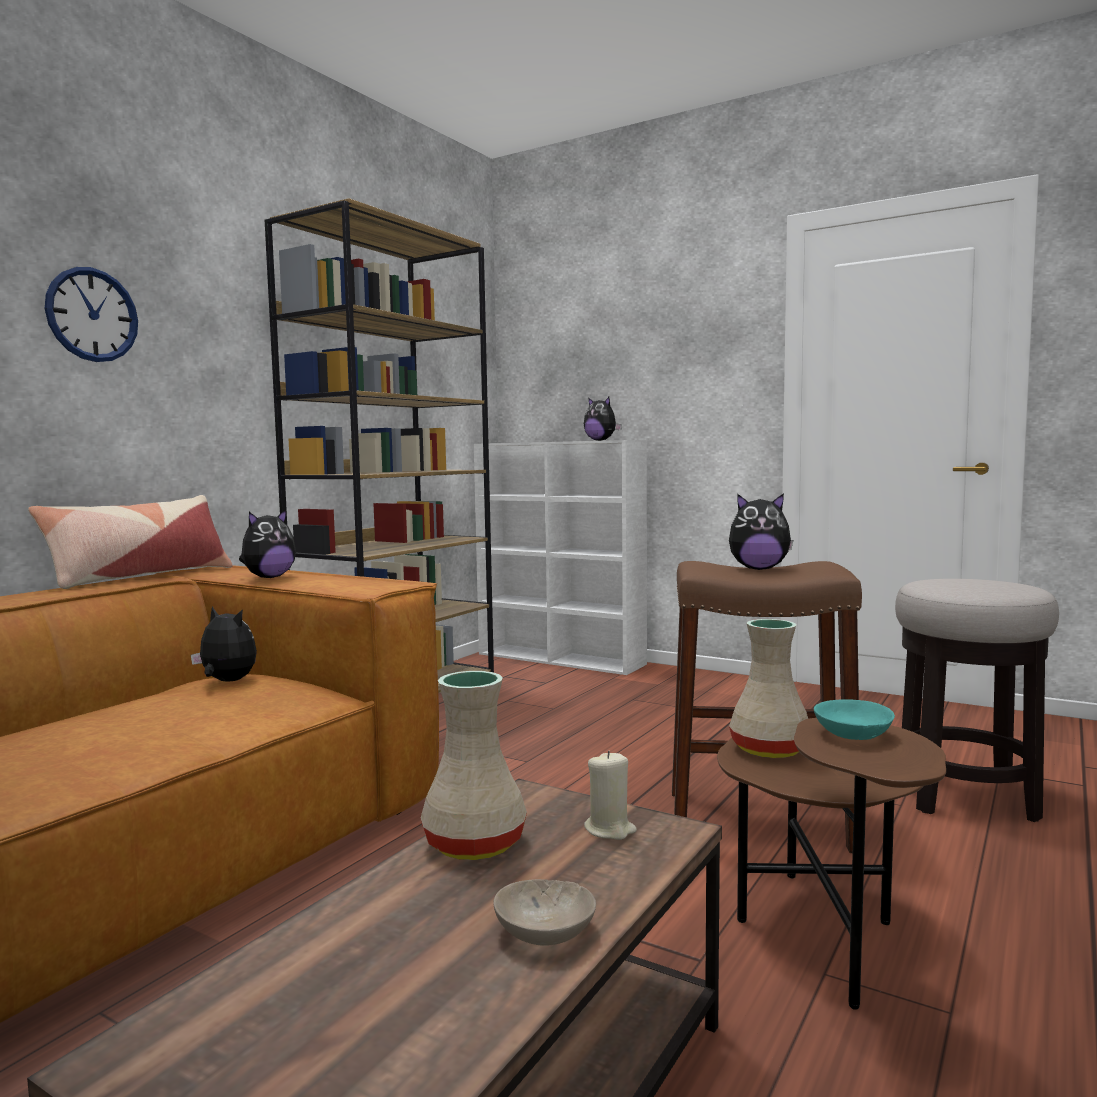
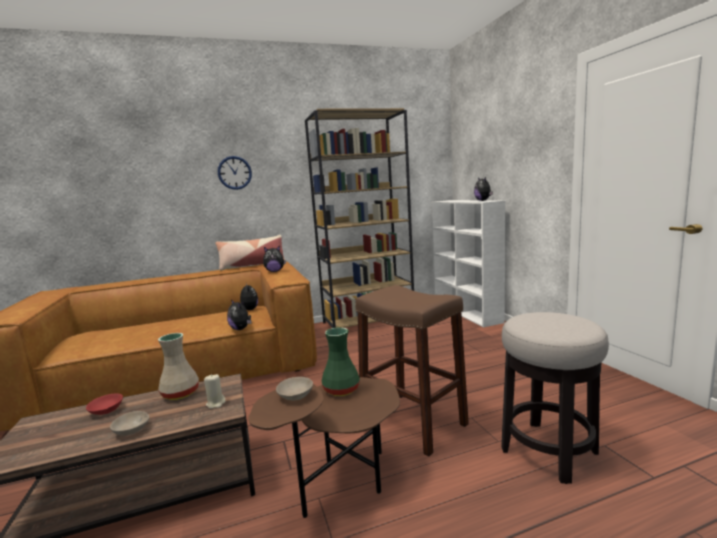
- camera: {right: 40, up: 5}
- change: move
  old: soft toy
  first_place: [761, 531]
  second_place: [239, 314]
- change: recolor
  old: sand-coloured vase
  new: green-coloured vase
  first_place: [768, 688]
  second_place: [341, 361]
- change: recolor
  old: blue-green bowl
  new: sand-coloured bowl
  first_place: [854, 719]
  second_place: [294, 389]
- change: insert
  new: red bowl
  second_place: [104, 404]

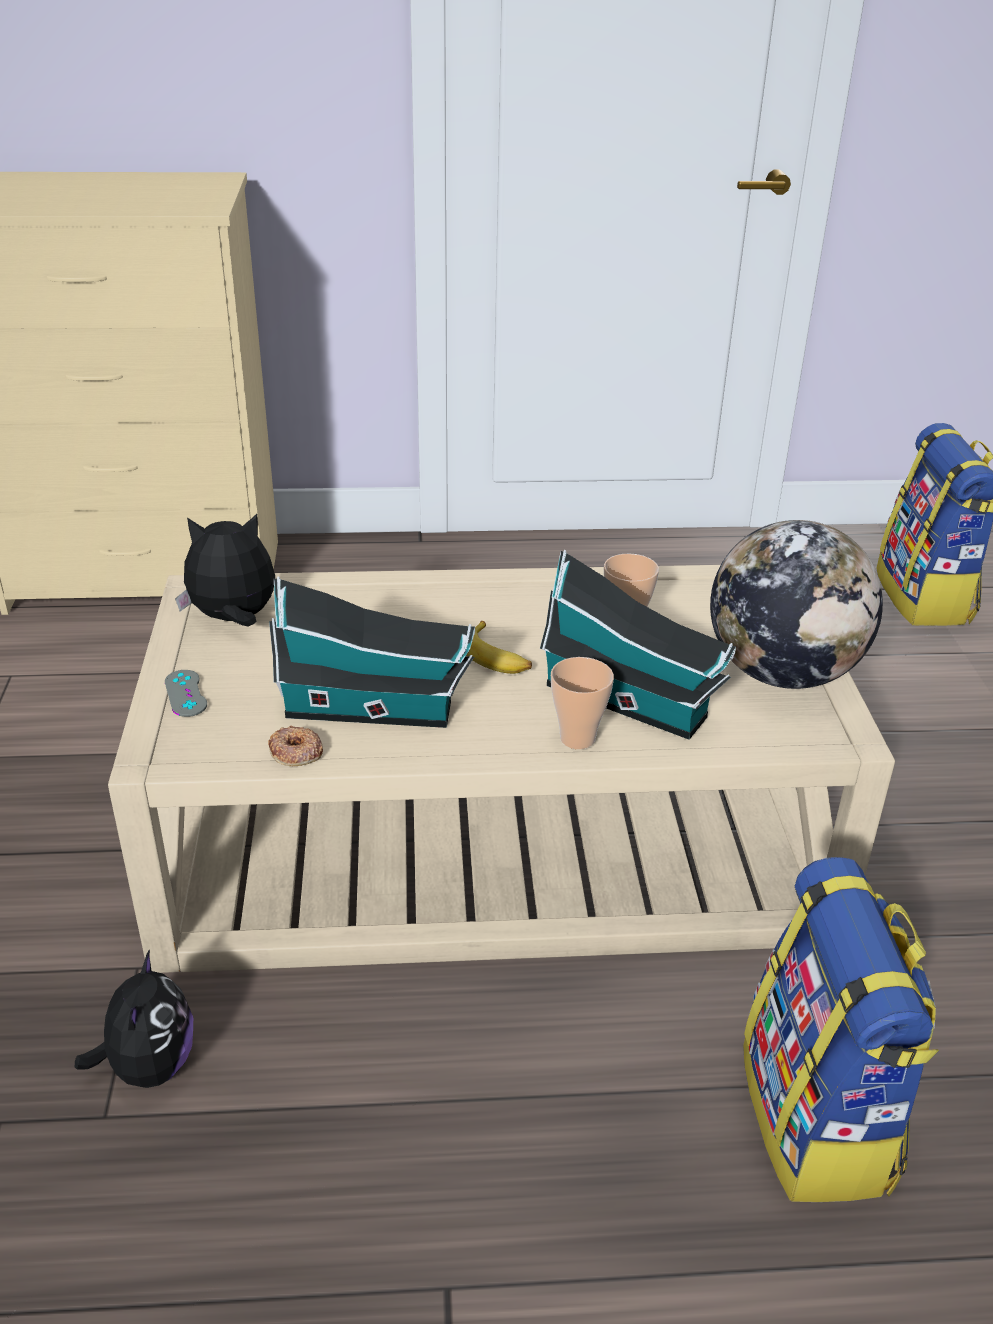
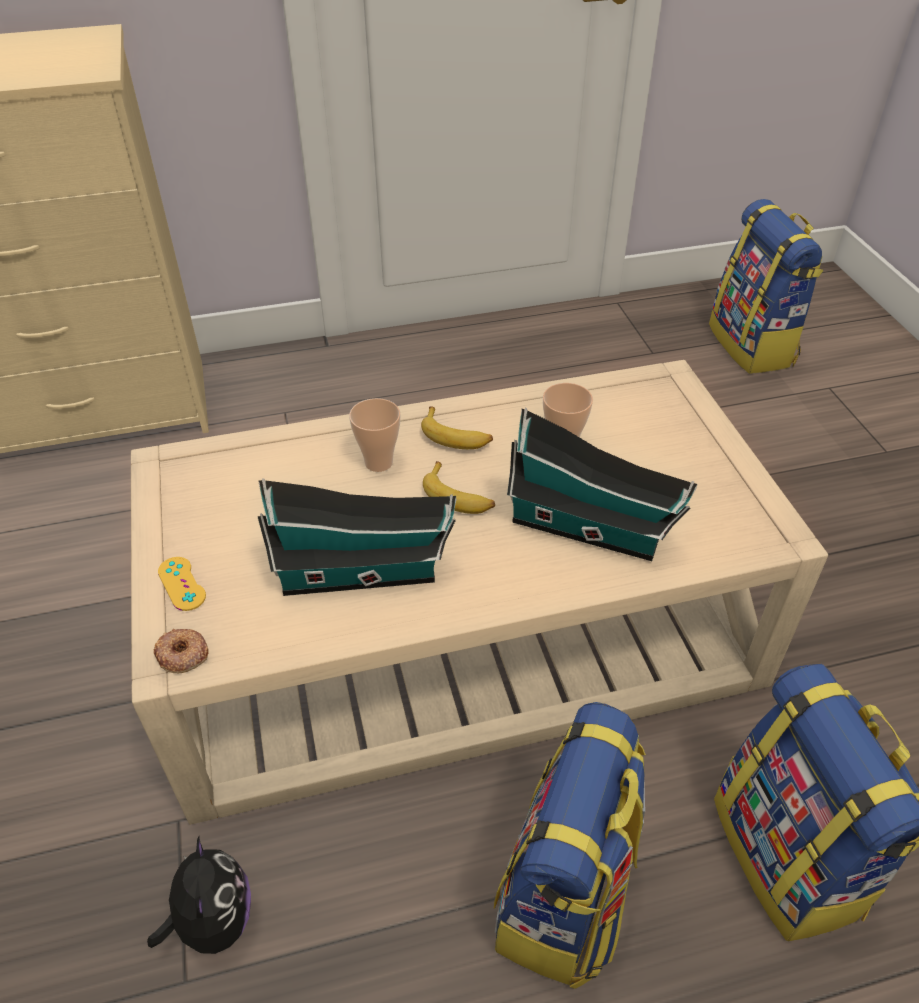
- camera: {right: -10, up: 10}
- change: recolor
  old: greyish gamepad
  new: yellowish gamepad
  first_place: [186, 693]
  second_place: [182, 584]
- change: delete
  old: soft toy
  first_place: [225, 570]
- change: move
  old: doughnut
  first_place: [295, 745]
  second_place: [181, 651]
- change: move
  old: cup
  first_place: [582, 703]
  second_place: [374, 435]
- change: delete
  old: world globe
  first_place: [796, 604]
- change: insert
  new: banana
  second_place: [457, 428]
- change: insert
  new: backpack
  second_place: [570, 845]

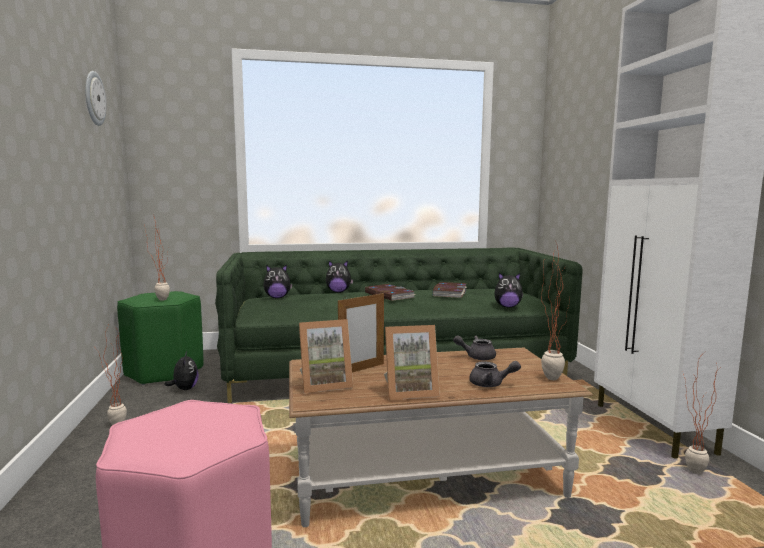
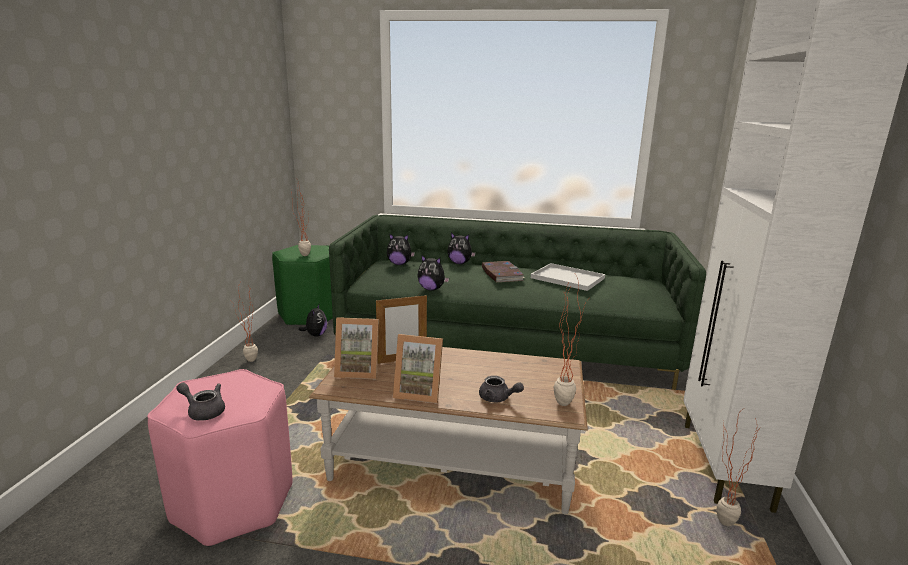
- camera: {right: 20, up: 10}
- change: delete
  old: hanging clock
  first_place: [95, 98]
- change: replace
  old: book
  new: whitish tray
  first_place: [449, 290]
  second_place: [568, 277]
- change: move
  old: greyish teapot
  first_place: [474, 347]
  second_place: [200, 401]
- change: move
  old: soft toy
  first_place: [508, 290]
  second_place: [433, 273]

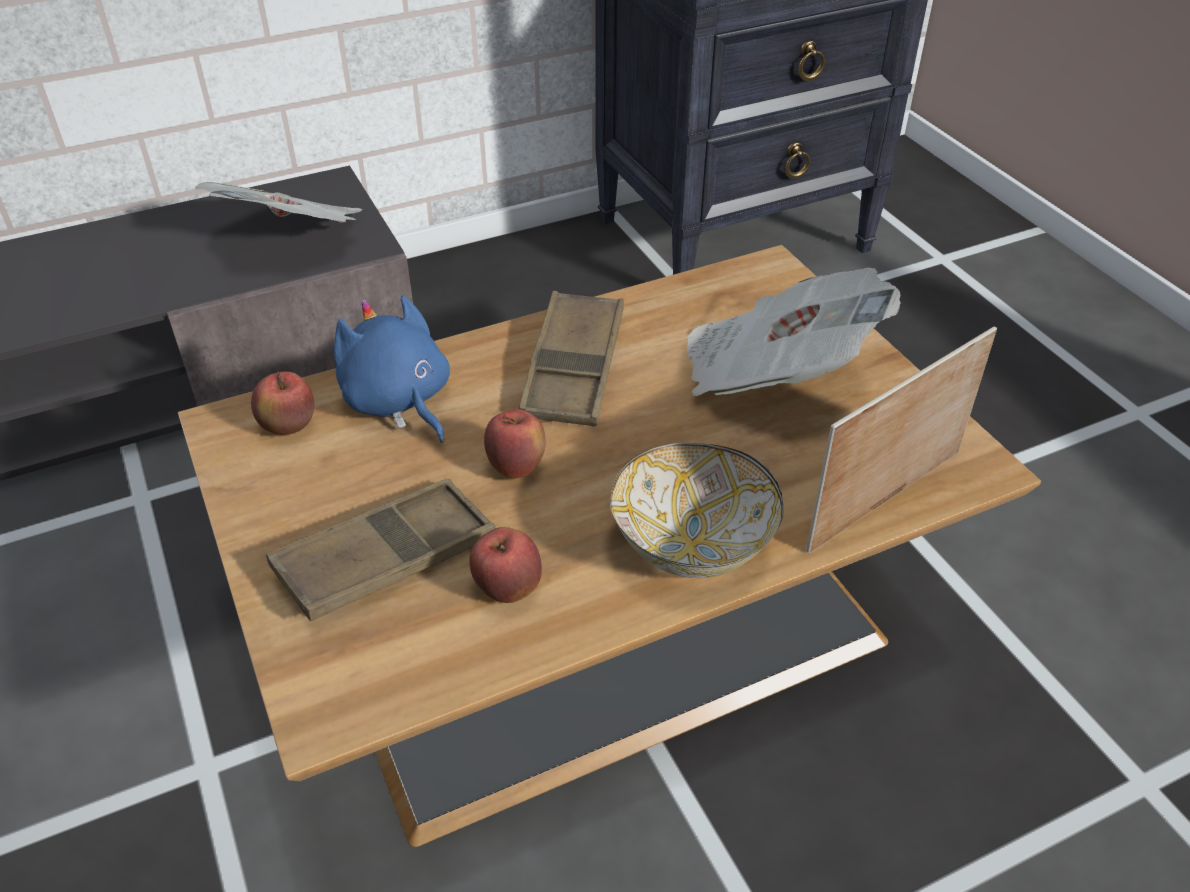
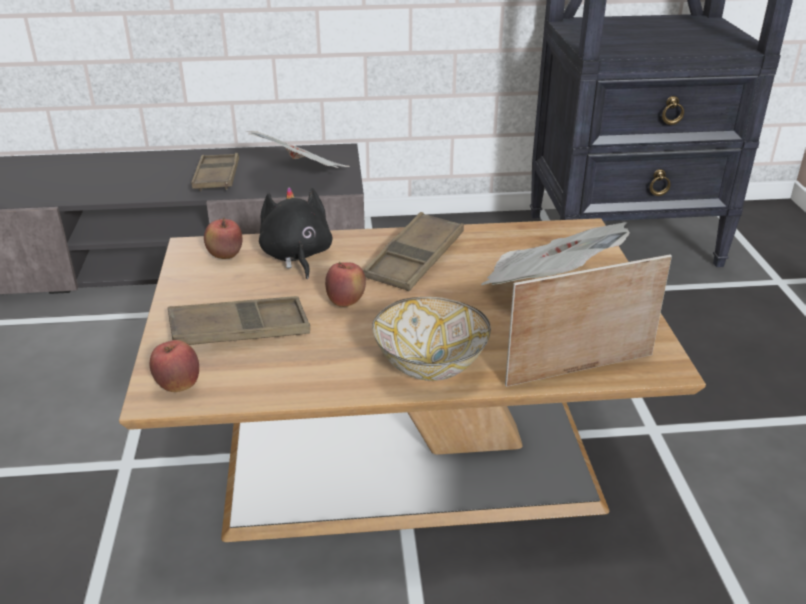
- camera: {right: 20, up: -10}
- change: recolor
  old: bluish soft toy
  new: blackish soft toy
  first_place: [392, 369]
  second_place: [296, 233]
- change: move
  old: apple fruit
  first_place: [505, 565]
  second_place: [174, 366]
- change: insert
  new: brownish tray
  second_place: [215, 172]

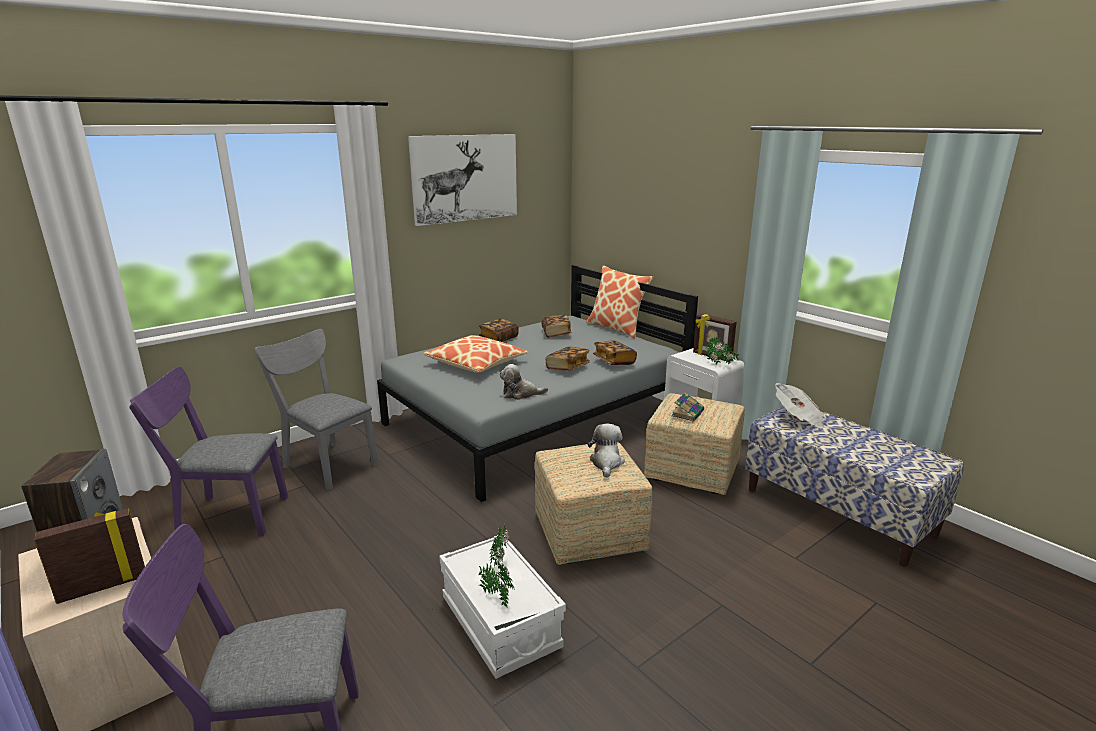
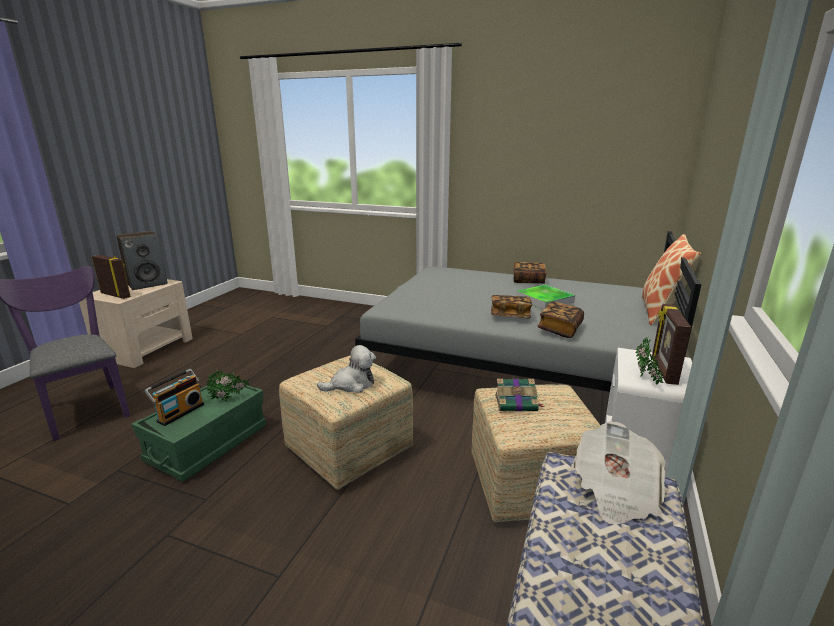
- camera: {right: 60, up: 0}
- change: delete
  old: purplish upright chair
  first_place: [208, 451]
- change: delete
  old: greyish upright chair
  first_place: [316, 409]
- change: delete
  old: wall picture
  first_place: [462, 180]
- change: delete
  old: cushion
  first_place: [475, 354]
- change: recolor
  old: whitish storage bin
  new: green-coloured storage bin
  first_place: [502, 607]
  second_place: [199, 429]
- change: replace
  old: houseplant
  new: radio set
  first_place: [496, 583]
  second_place: [174, 397]
- change: delete
  old: soft toy
  first_place: [524, 382]
- change: delete
  old: book
  first_place: [556, 326]
- change: insert
  new: tray
  second_place: [545, 297]

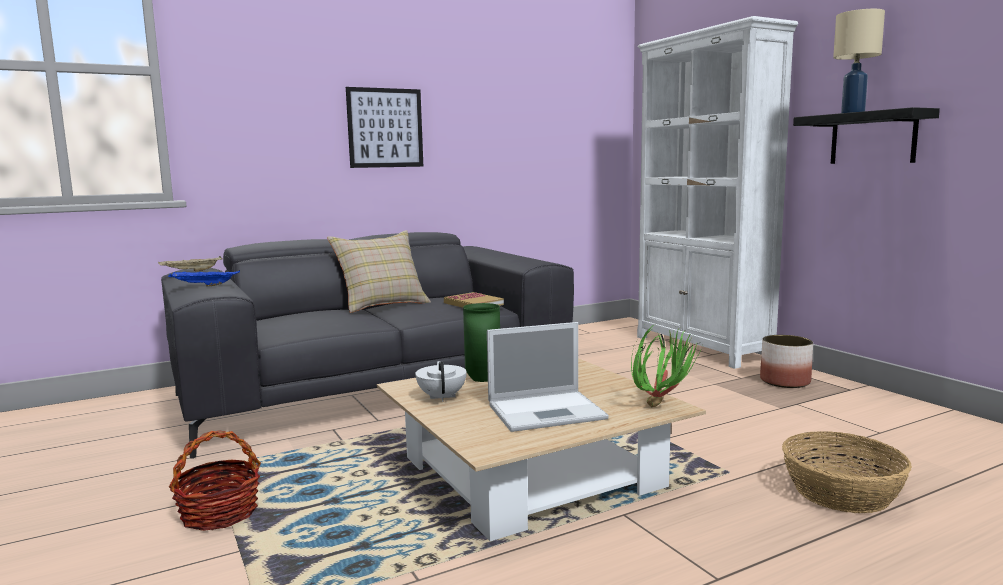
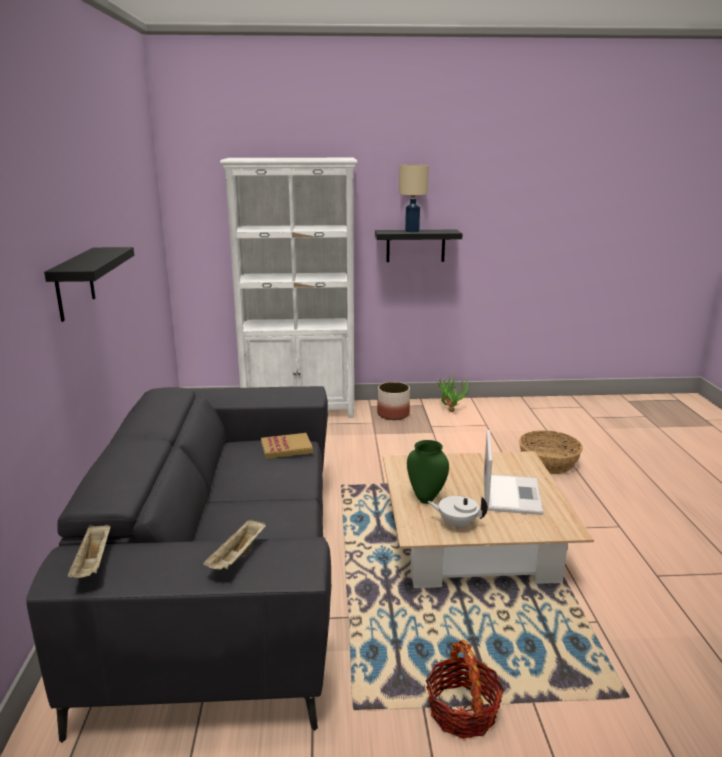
- camera: {right: -65, up: 10}
- change: recolor
  old: bluish tray
  new: sand-coloured tray
  first_place: [204, 278]
  second_place: [234, 543]
- change: delete
  old: sand-coloured cushion
  first_place: [379, 271]
- change: replace
  old: wall picture
  new: blackish shelf
  first_place: [384, 127]
  second_place: [89, 284]
- change: move
  old: houseplant
  first_place: [665, 366]
  second_place: [453, 394]

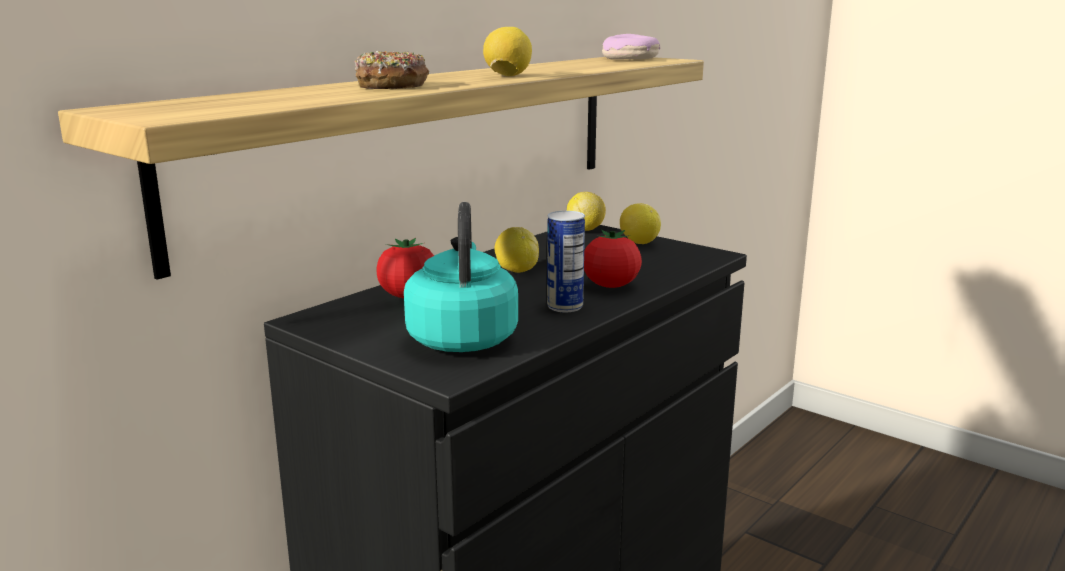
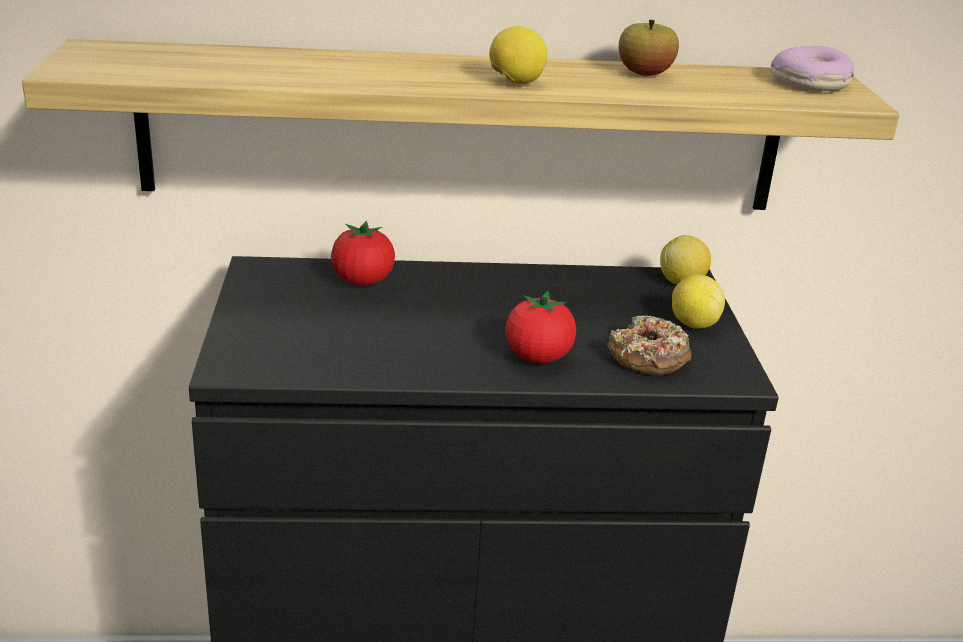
- camera: {right: 45, up: 10}
- change: move
  old: doughnut
  first_place: [392, 70]
  second_place: [649, 345]
- change: delete
  old: blue-green kettle
  first_place: [461, 277]
- change: delete
  old: citrus fruit
  first_place: [516, 250]
- change: delete
  old: sealed can
  first_place: [566, 261]
- change: insert
  new: apple fruit
  second_place: [648, 48]

